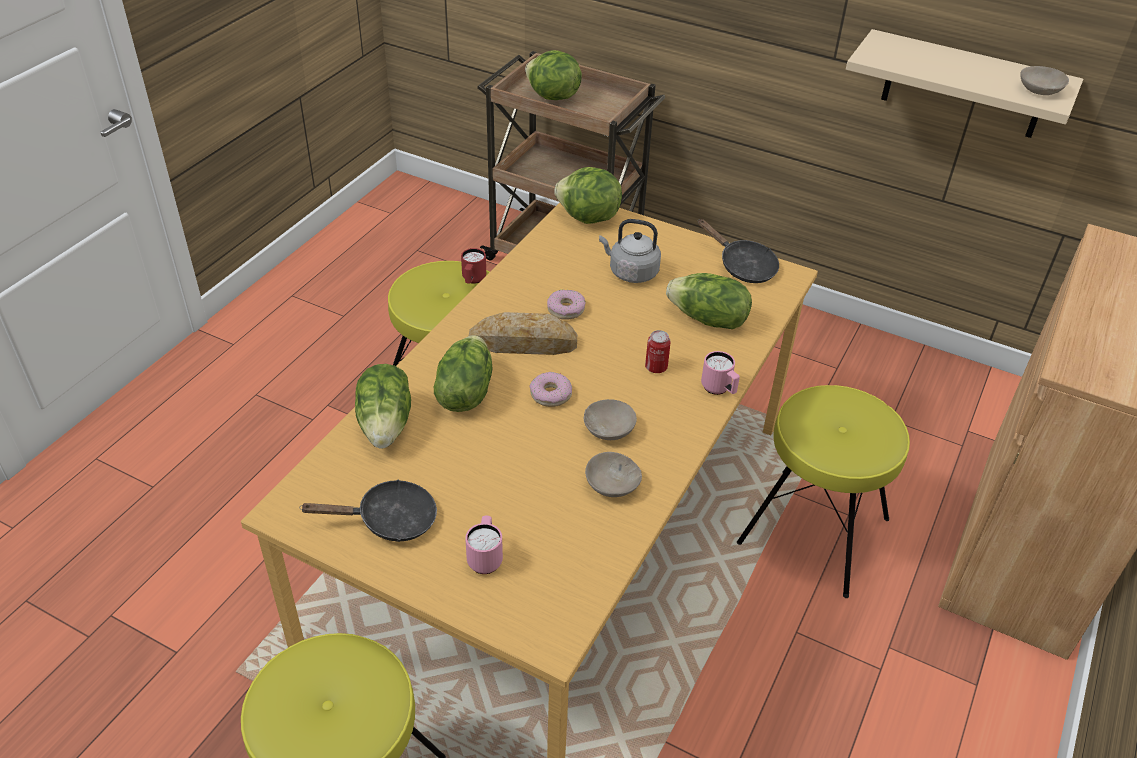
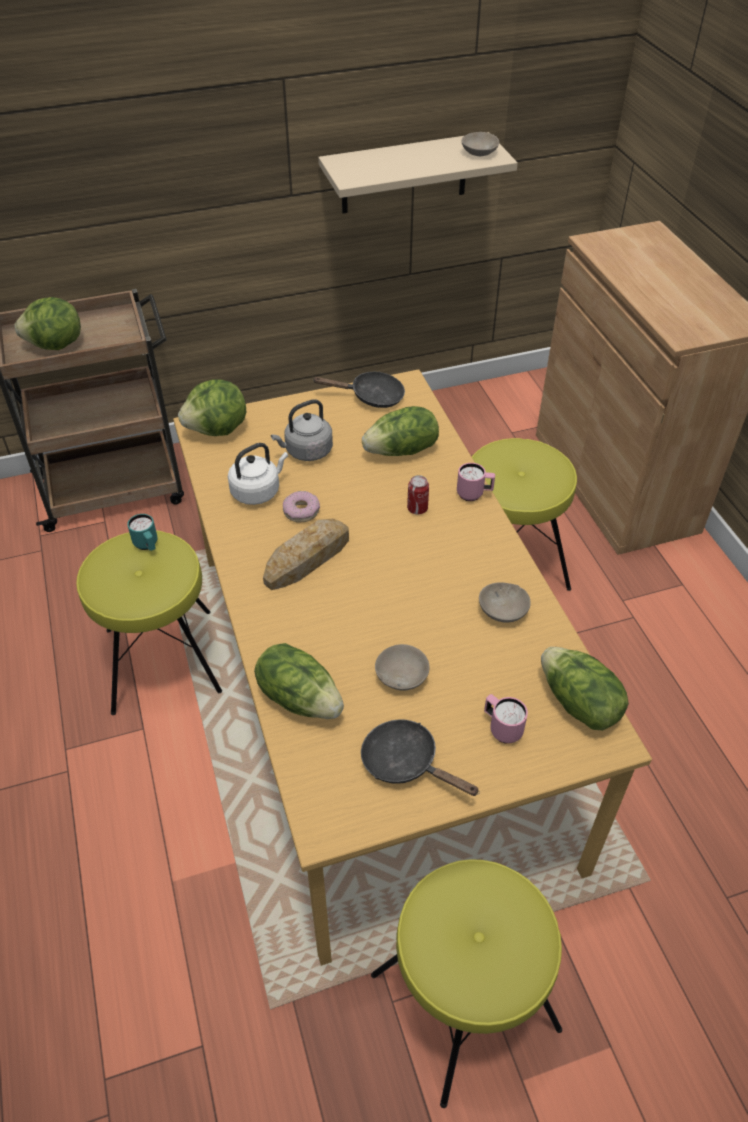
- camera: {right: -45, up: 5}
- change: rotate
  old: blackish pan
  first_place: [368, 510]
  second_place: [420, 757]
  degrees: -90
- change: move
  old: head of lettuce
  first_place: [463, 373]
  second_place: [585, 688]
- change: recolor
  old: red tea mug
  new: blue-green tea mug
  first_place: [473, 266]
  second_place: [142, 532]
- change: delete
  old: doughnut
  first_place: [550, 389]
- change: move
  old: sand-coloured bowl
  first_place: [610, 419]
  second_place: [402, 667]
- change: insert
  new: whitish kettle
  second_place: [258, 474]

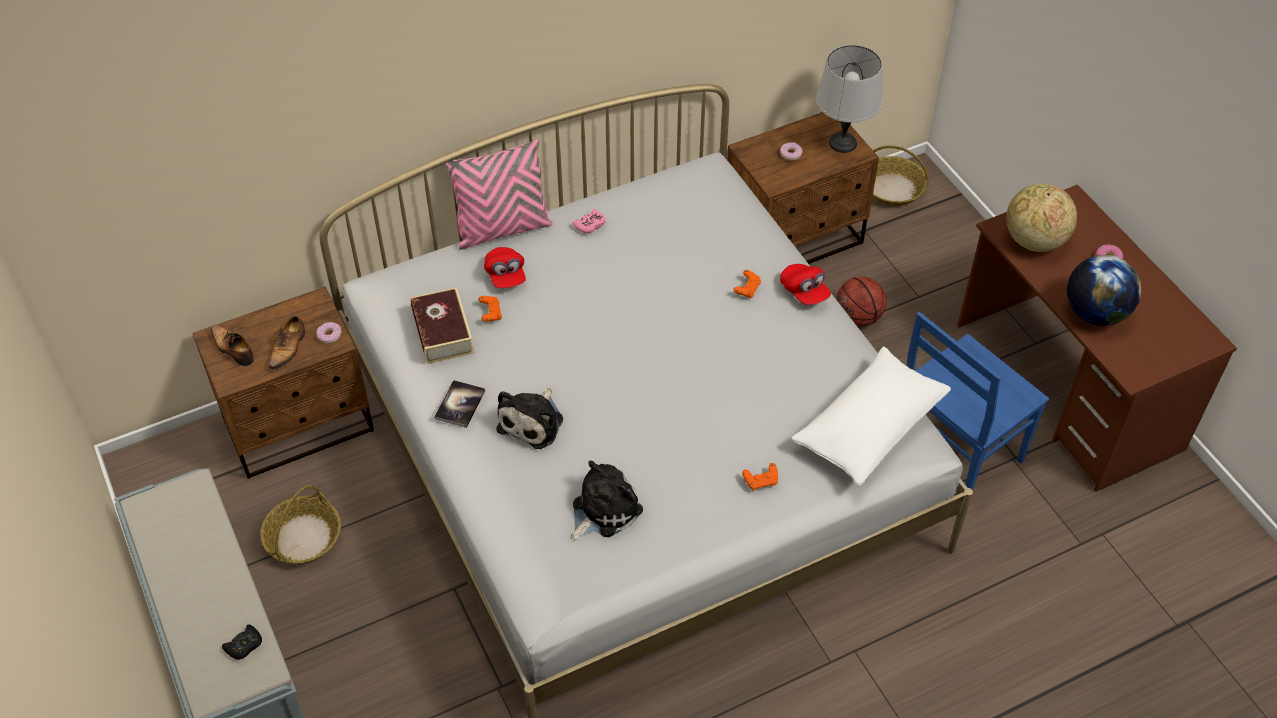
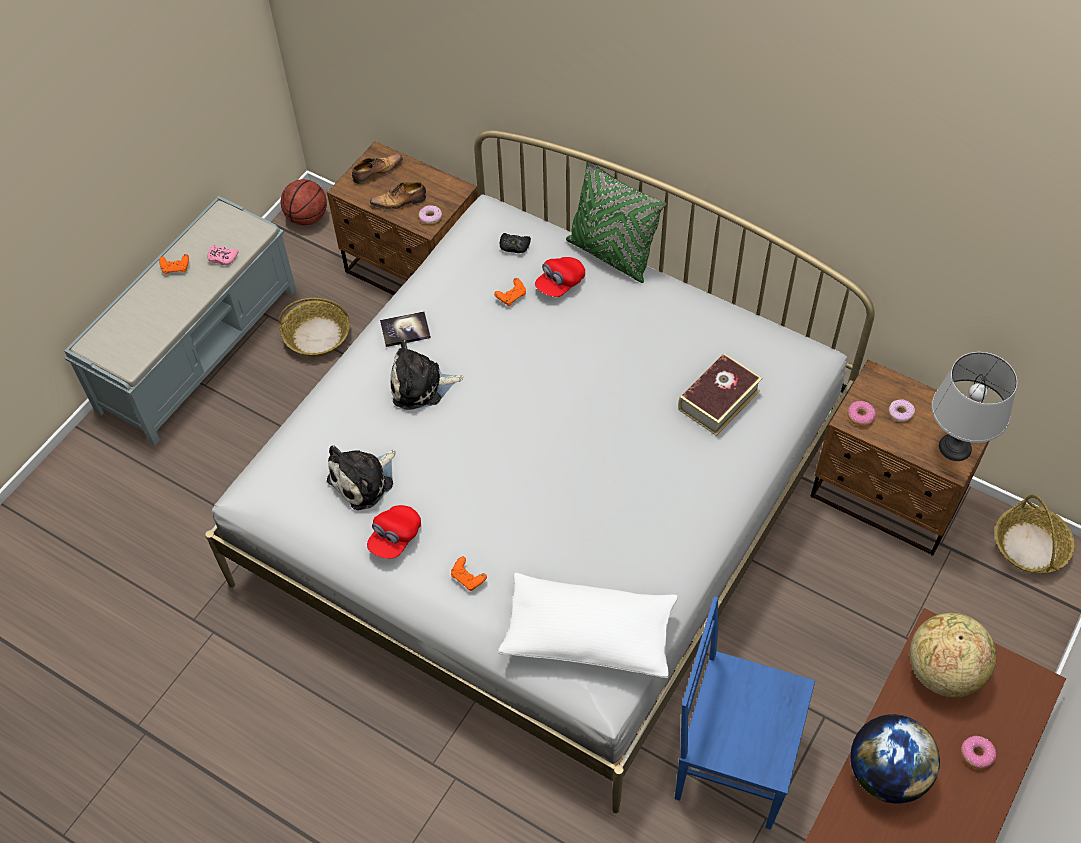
- camera: {right: 60, up: 5}
- change: rotate
  old: shoe
  first_place: [232, 345]
  second_place: [377, 169]
  degrees: 45
- change: move
  old: blackish gamepad
  first_place: [242, 642]
  second_place: [515, 243]
- change: move
  old: book
  first_place: [442, 325]
  second_place: [720, 394]
- change: recolor
  old: pinkish cushion
  new: green-coloured cushion
  first_place: [499, 194]
  second_place: [616, 222]
- change: rotate
  old: soft toy
  first_place: [607, 501]
  second_place: [361, 477]
  degrees: 120
- change: move
  old: pinkish gamepad
  first_place: [589, 221]
  second_place: [223, 255]
- change: move
  old: orange gamepad
  first_place: [747, 284]
  second_place: [174, 264]
- change: move
  old: red baseball cap
  first_place: [805, 284]
  second_place: [394, 532]
- change: move
  old: basketball ball
  first_place: [861, 301]
  second_place: [304, 202]
- change: insert
  new: doughnut
  second_place: [862, 413]

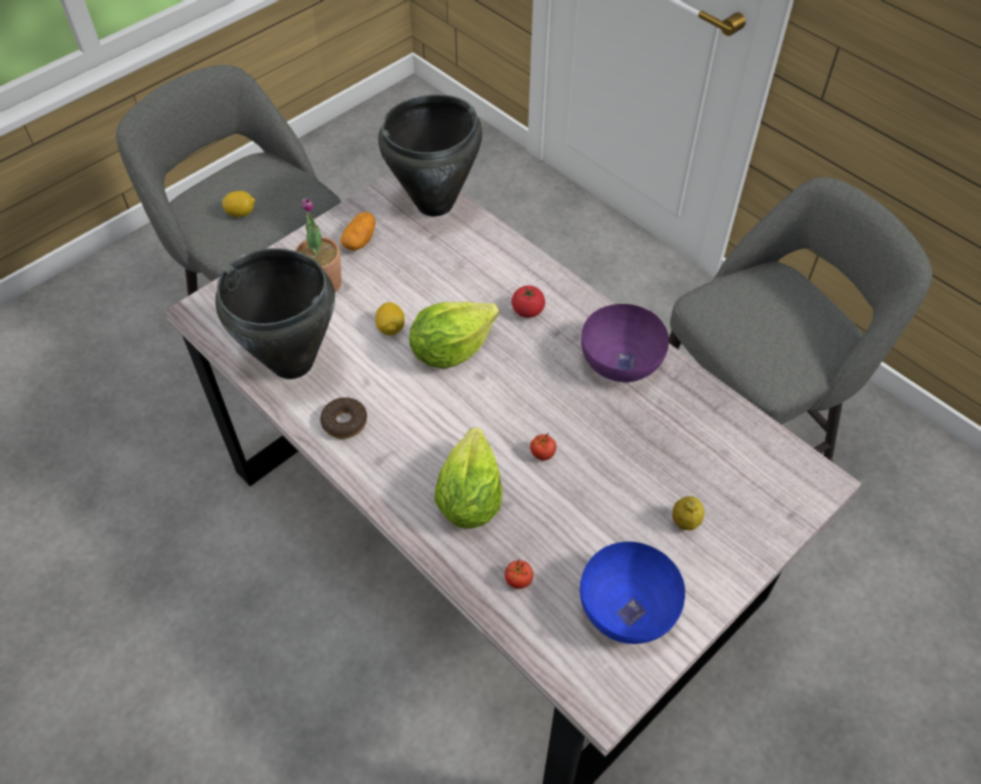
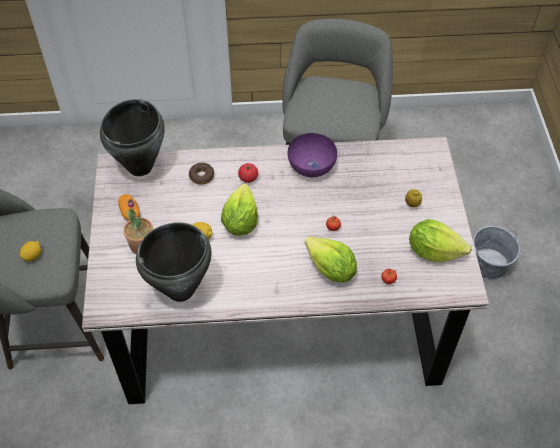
- camera: {right: -50, up: 0}
- change: move
  old: doughnut
  first_place: [343, 418]
  second_place: [201, 174]
- change: replace
  old: bluish bowl
  new: head of lettuce
  first_place: [632, 593]
  second_place: [440, 240]
- change: insert
  new: greyish water bucket
  second_place: [496, 252]

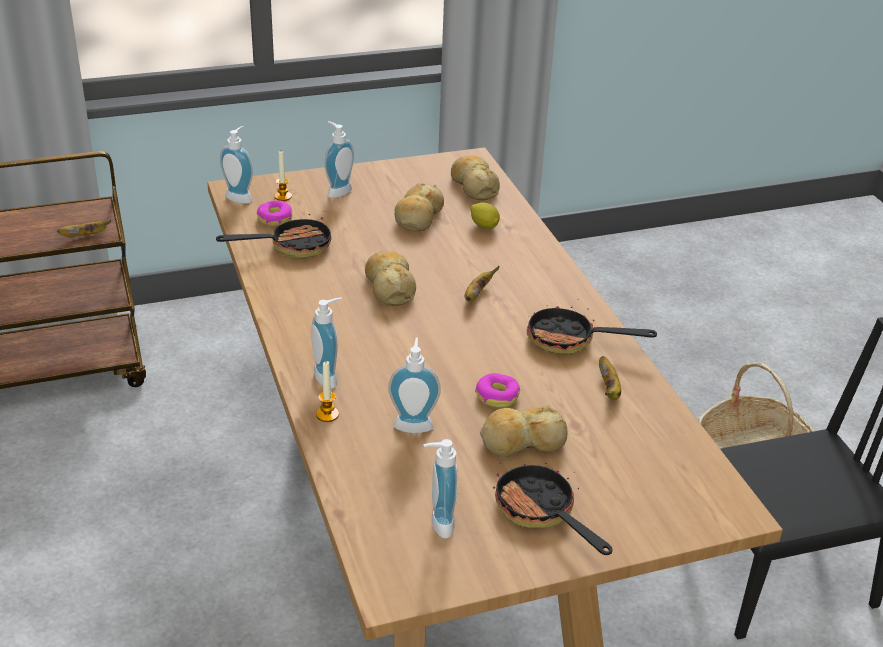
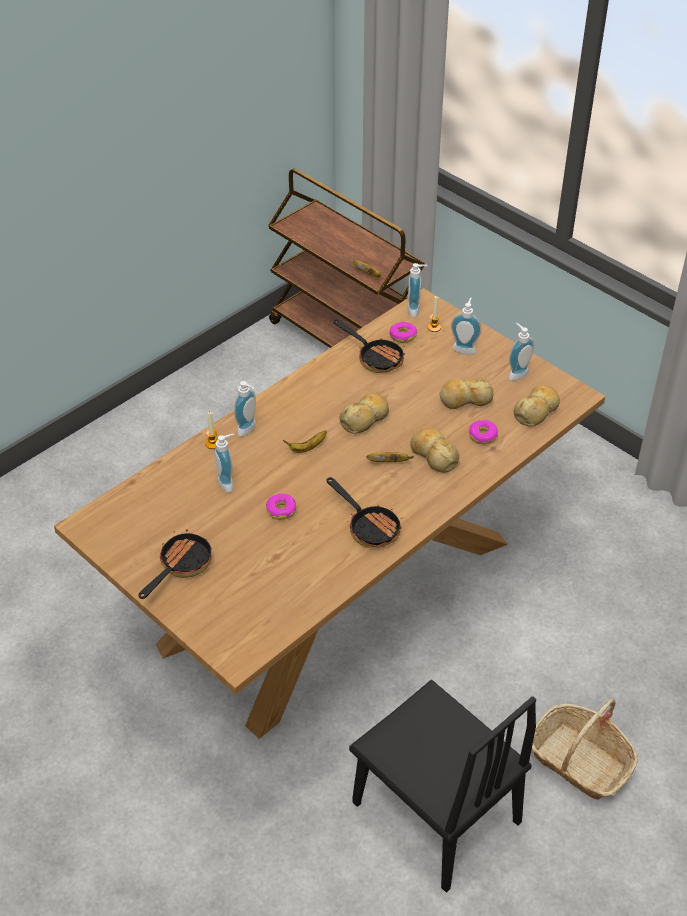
- camera: {right: 65, up: 10}
- change: move
  old: soap dispenser
  first_place: [441, 488]
  second_place: [521, 352]
- change: replace
  old: citrus fruit
  new: doughnut
  first_place: [485, 215]
  second_place: [483, 432]
- change: move
  old: baked bread
  first_place: [524, 431]
  second_place: [435, 450]
- change: rotate
  old: pan
  first_place: [592, 329]
  second_place: [364, 512]
  degrees: 150
- change: move
  old: banana
  first_place: [610, 378]
  second_place: [305, 441]

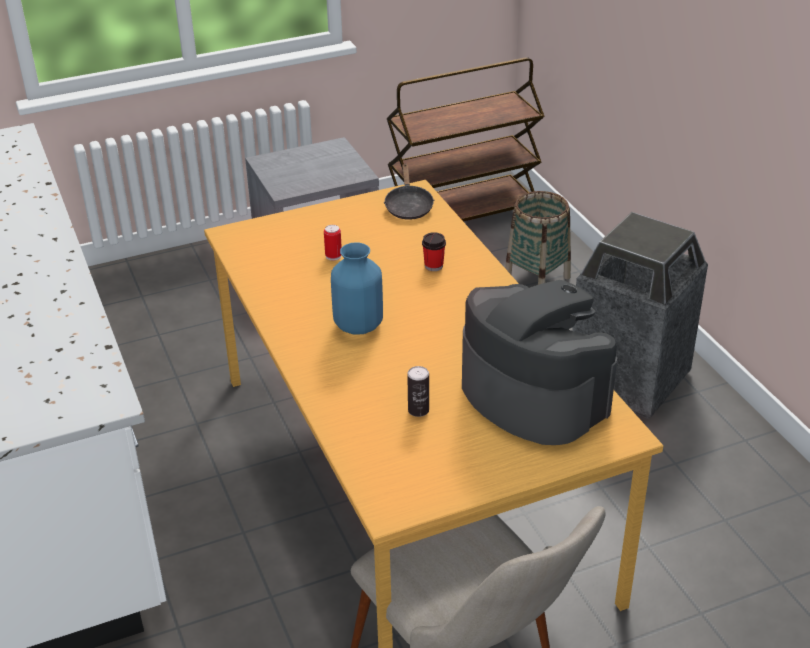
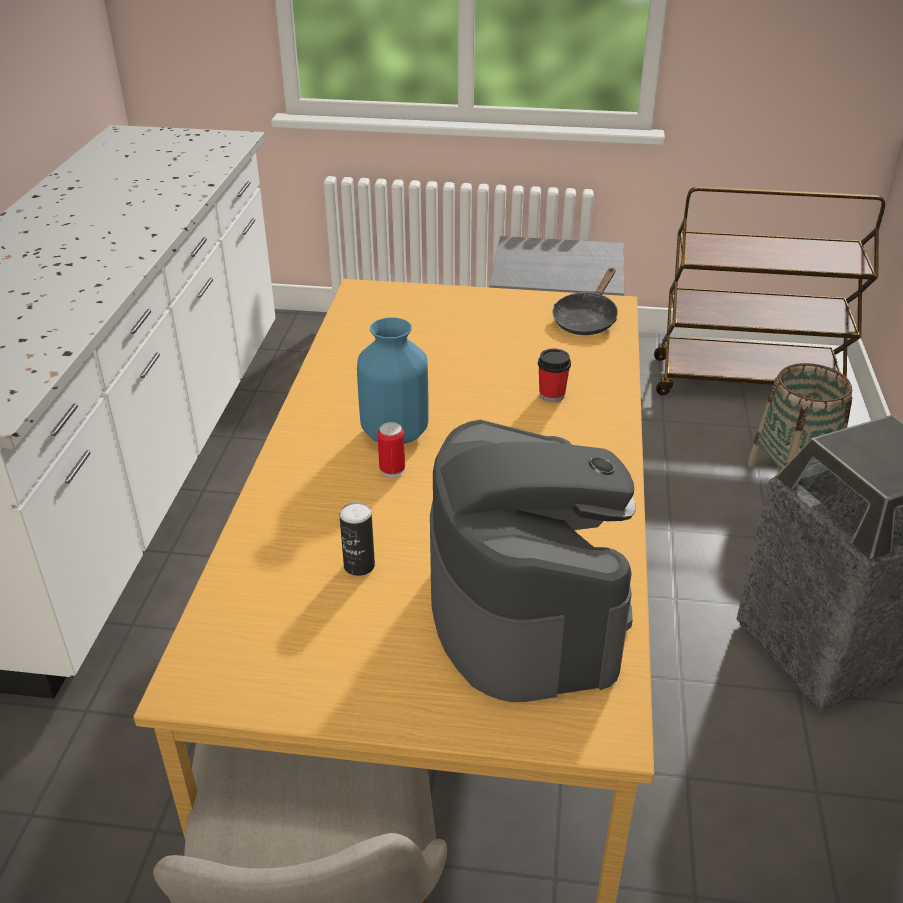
- camera: {right: 30, up: 0}
- change: move
  old: sealed can
  first_place: [333, 243]
  second_place: [391, 449]

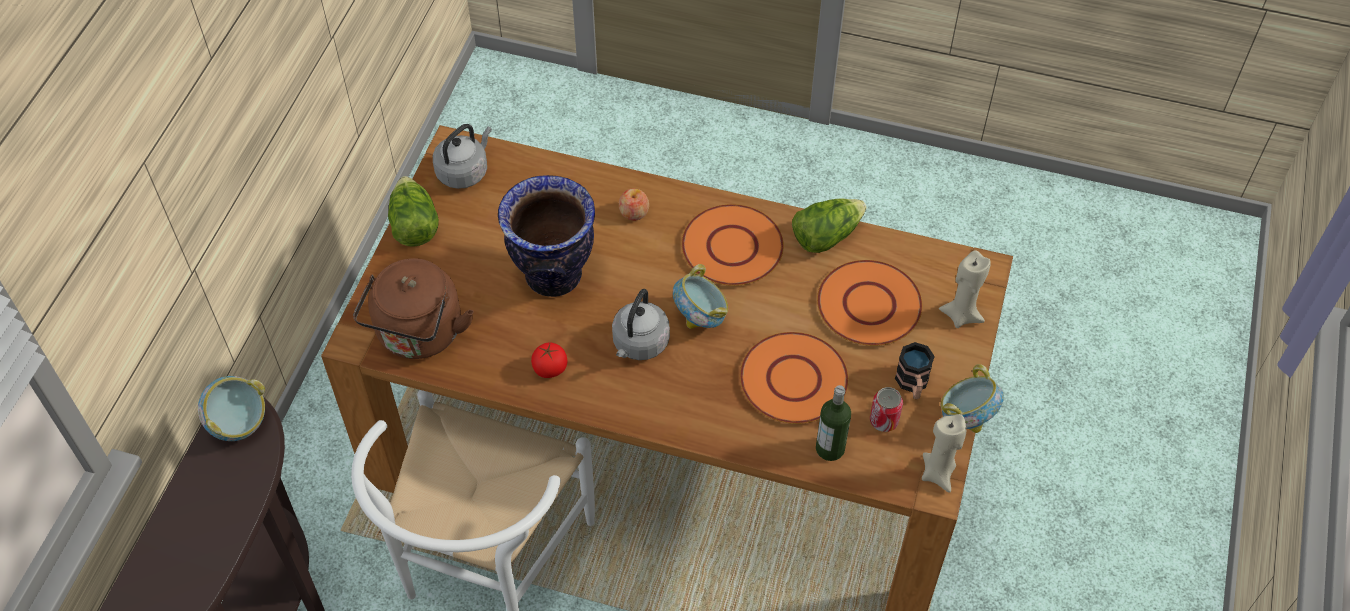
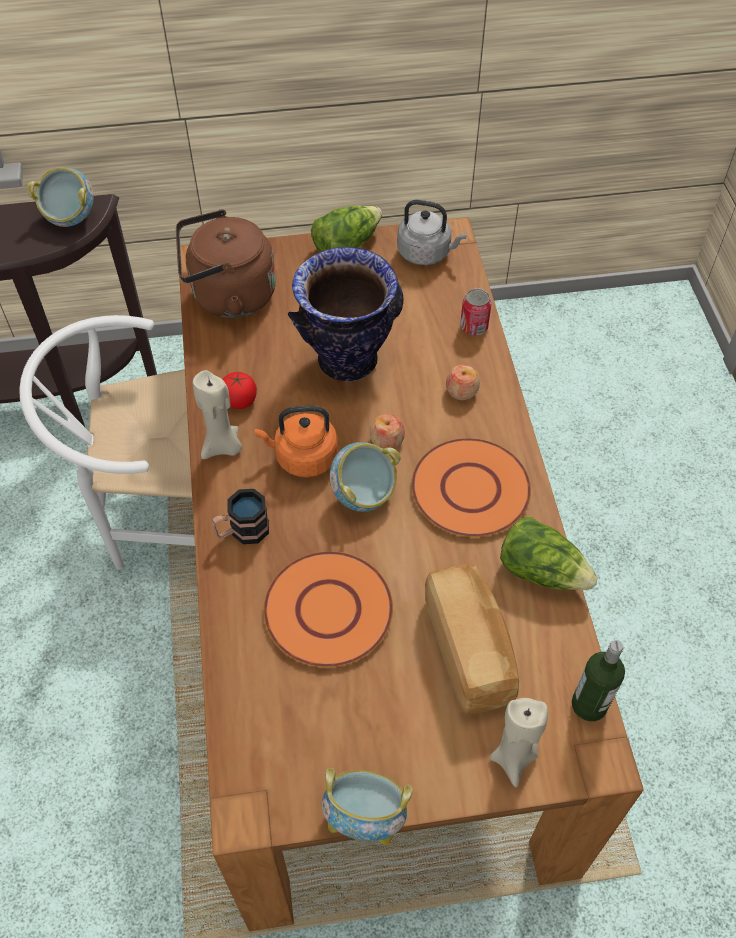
- camera: {right: 65, up: 0}
- change: recolor
  old: greyish kettle
  new: orange kettle
  first_place: [641, 324]
  second_place: [296, 442]
- change: move
  old: bottle
  first_place: [833, 423]
  second_place: [598, 680]
- change: replace
  old: orange flat dish
  new: baked bread
  first_place: [870, 303]
  second_place: [472, 640]
- change: move
  old: sealed can
  first_place: [886, 409]
  second_place: [476, 312]
- change: move
  old: tea mug
  first_place: [915, 370]
  second_place: [240, 516]
- change: move
  old: sand-coloured candle
  first_place: [944, 453]
  second_place: [217, 414]
- change: insert
  new: apple fruit
  second_place: [387, 431]

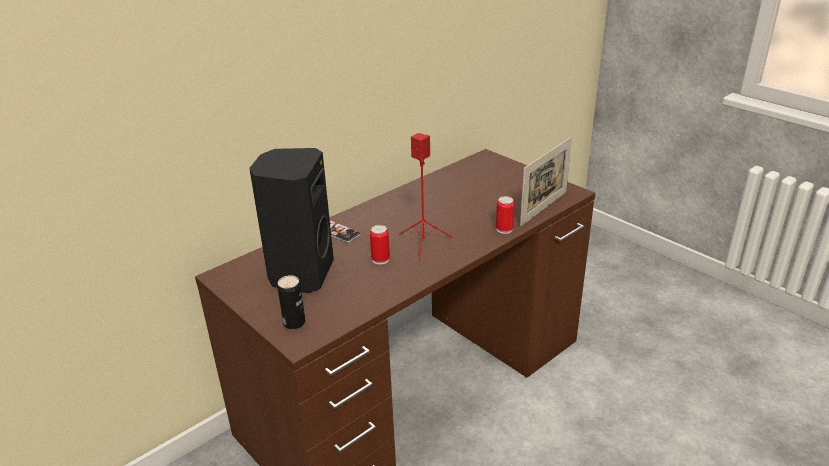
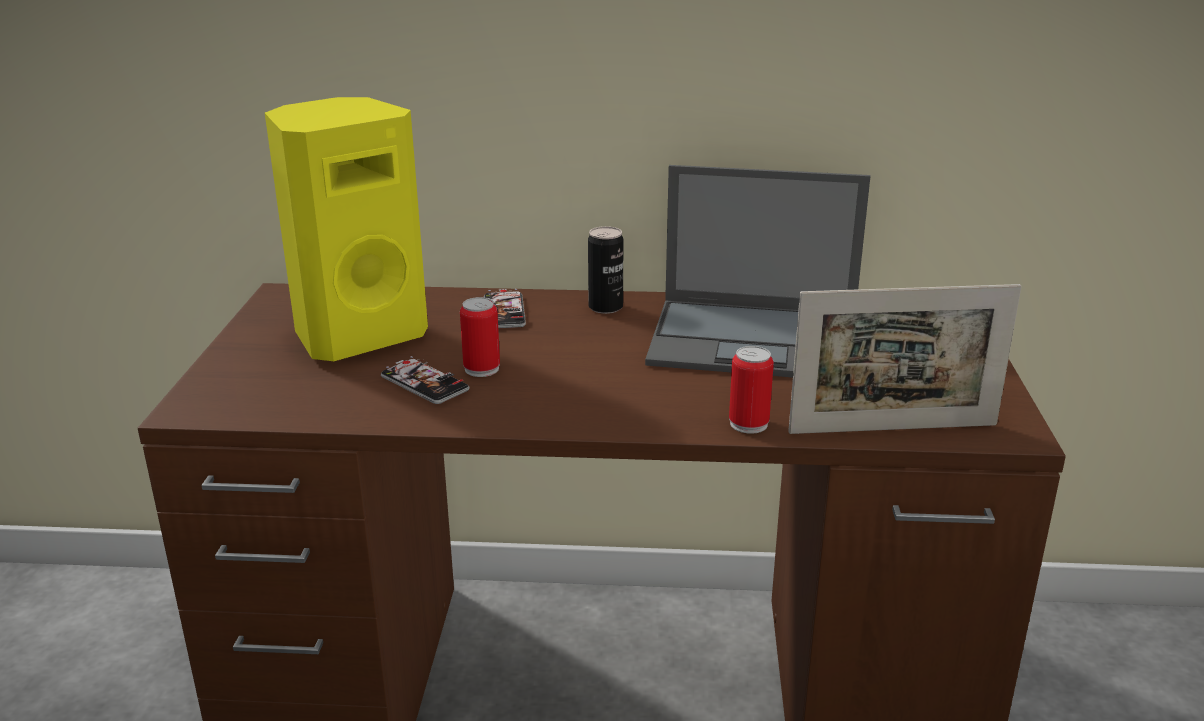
- camera: {right: 45, up: -5}
- change: recolor
  old: blackish loudspeaker
  new: yellowish loudspeaker
  first_place: [291, 220]
  second_place: [346, 229]
- change: move
  old: sealed can
  first_place: [291, 302]
  second_place: [606, 270]
- change: delete
  old: red loudspeaker
  first_place: [425, 197]
- change: insert
  new: handset
  second_place: [425, 380]
- change: insert
  new: laptop
  second_place: [757, 271]

